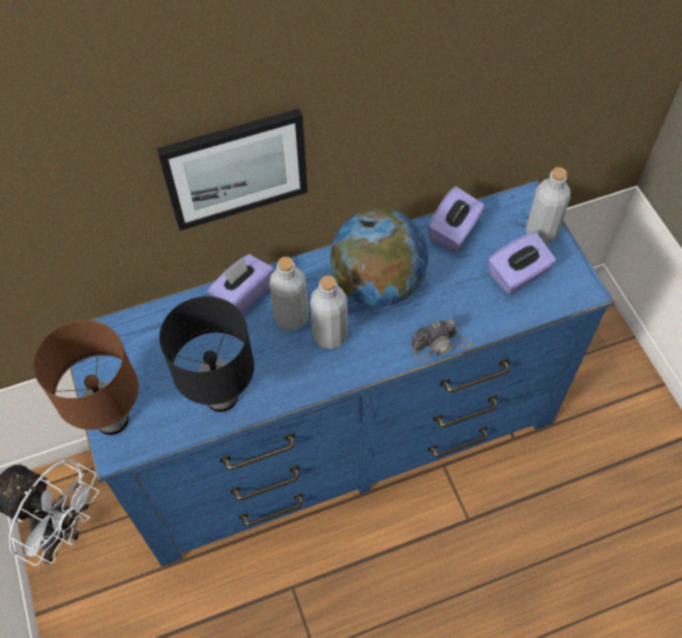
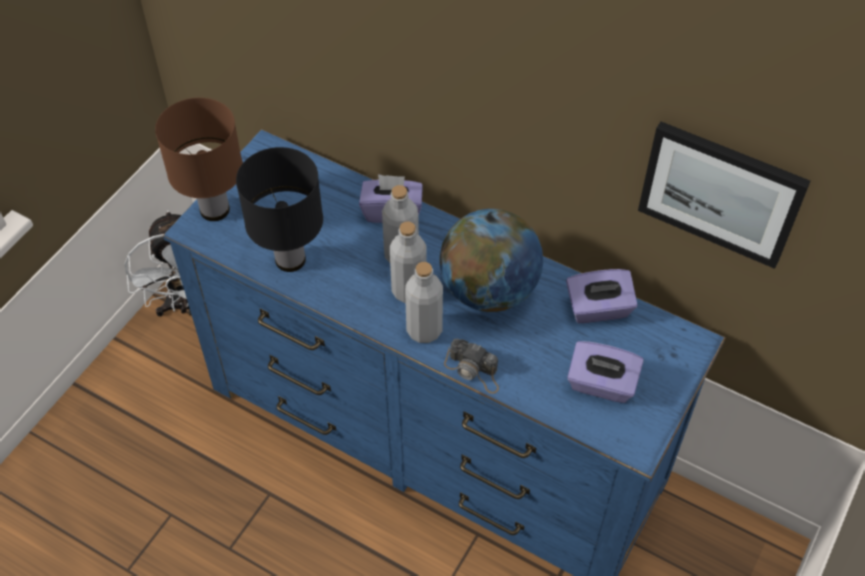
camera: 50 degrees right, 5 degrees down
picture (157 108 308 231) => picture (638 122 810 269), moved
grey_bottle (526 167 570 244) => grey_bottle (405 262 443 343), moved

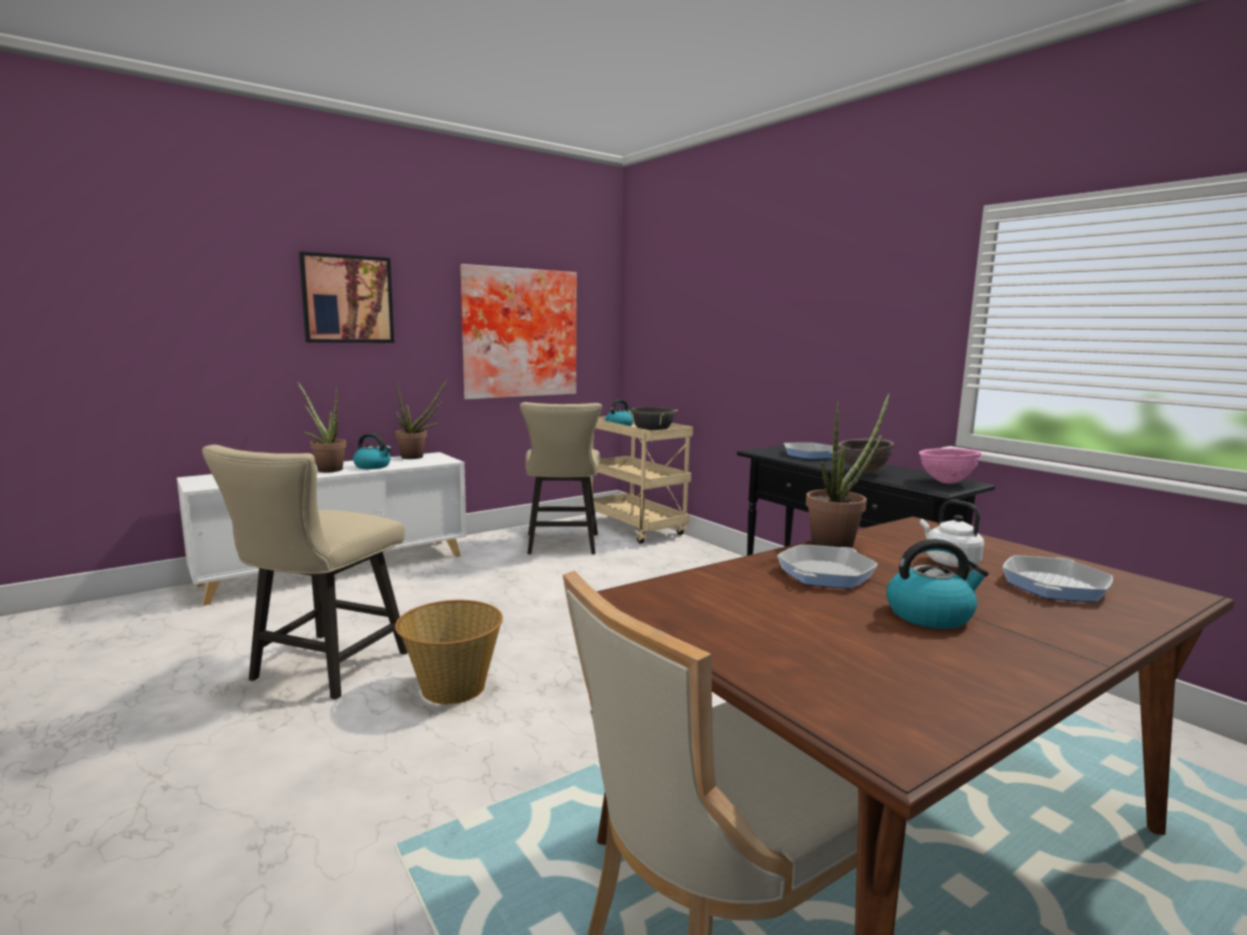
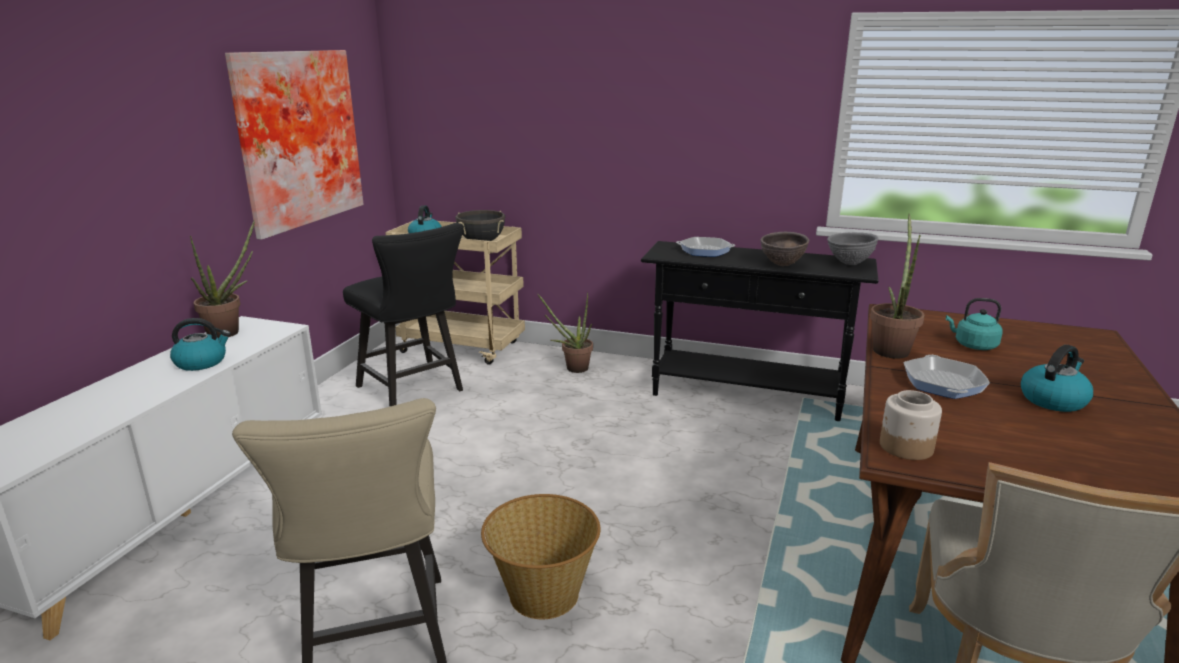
camera: 35 degrees left, 10 degrees up
picture (299 252 394 343) => nothing
potted_plant (297 381 347 473) => potted_plant (538 292 593 373), moved
beige_chair (520 402 602 554) => black_chair (343 223 464 407)
pink_bowl (919 448 982 484) => grey_bowl (827 232 878 265)
white_kettle (920 500 984 567) => turquoise_kettle (946 298 1003 350)
frying_pan (1002 555 1113 602) => nothing
nothing => jar (880 390 942 460)

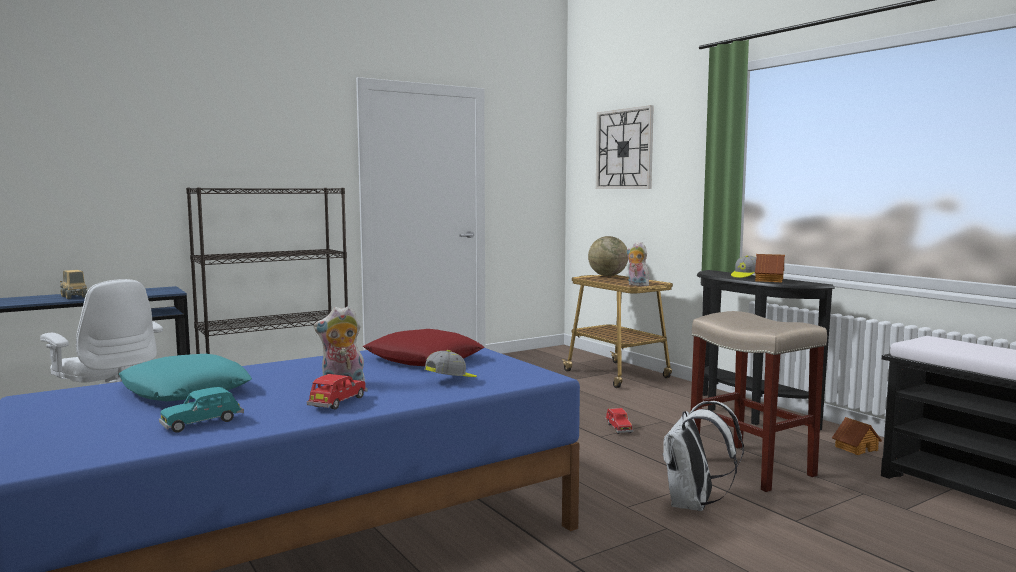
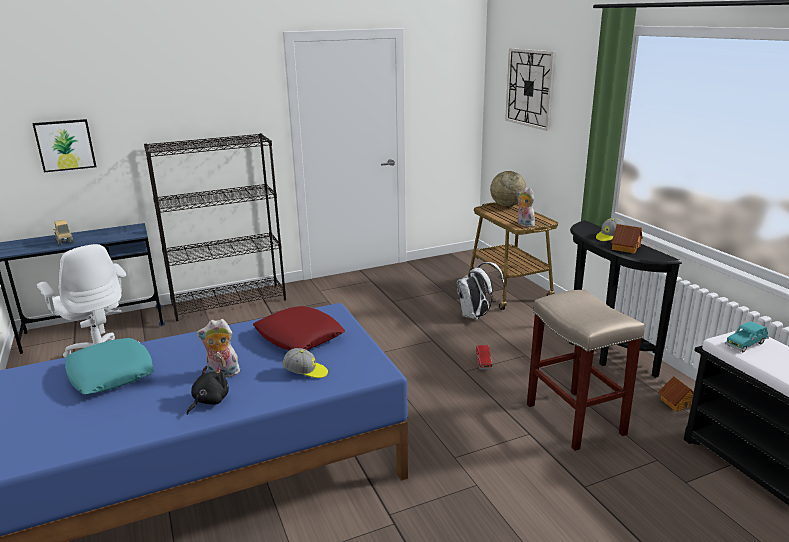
camera: 10 degrees right, 15 degrees up
cap (424 350 477 377) => cap (282 348 328 378), 45 degrees clockwise
red_toy_car (307 374 367 409) => black_plush_toy (187 366 229 415)
turquoise_toy_car (159 387 244 433) => turquoise_toy_car (725 321 769 352), moved
white_backpack (663 401 744 511) => white_backpack (457 262 505 320), moved
nothing => picture (33 119 97 172)

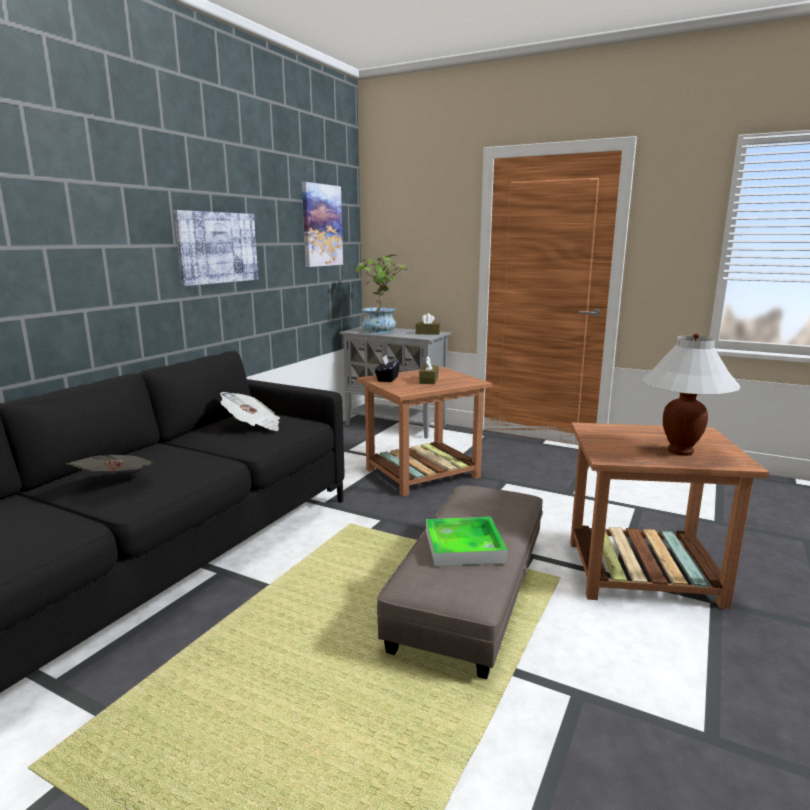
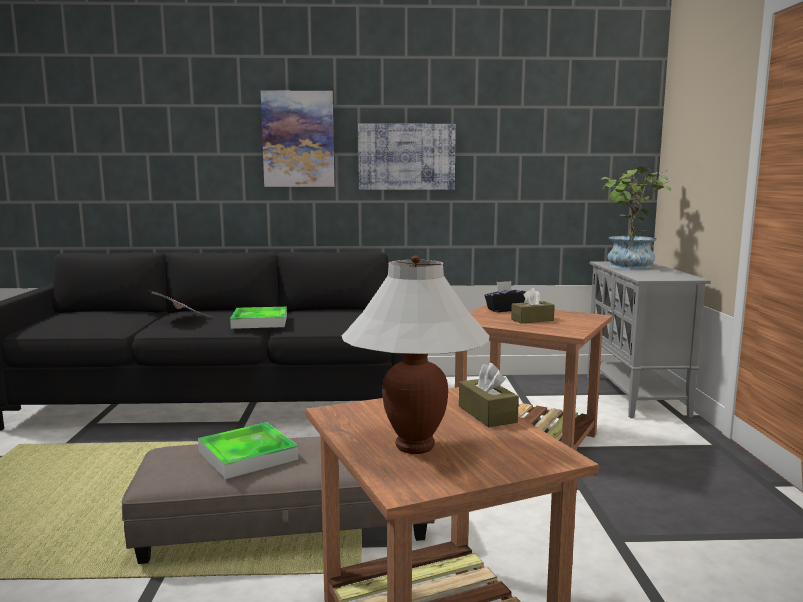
camera: 60 degrees right, 5 degrees down
picture (302 182 343 267) => picture (261 90 334 187), moved
brown_tissue_box (415 313 440 335) => brown_tissue_box (459 363 519 427), moved
newspaper (220 392 280 431) => nothing
nothing => tray (230 307 287 329)

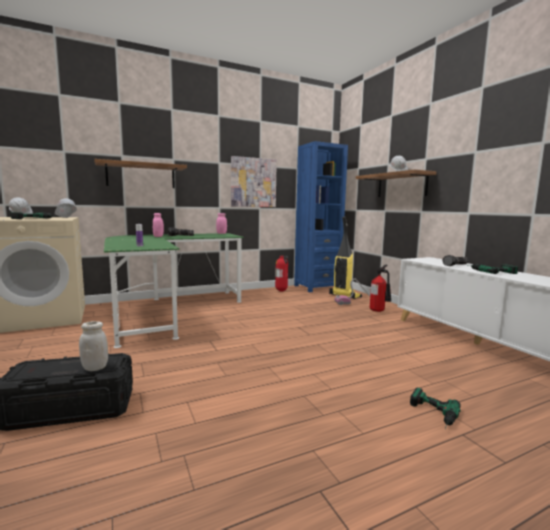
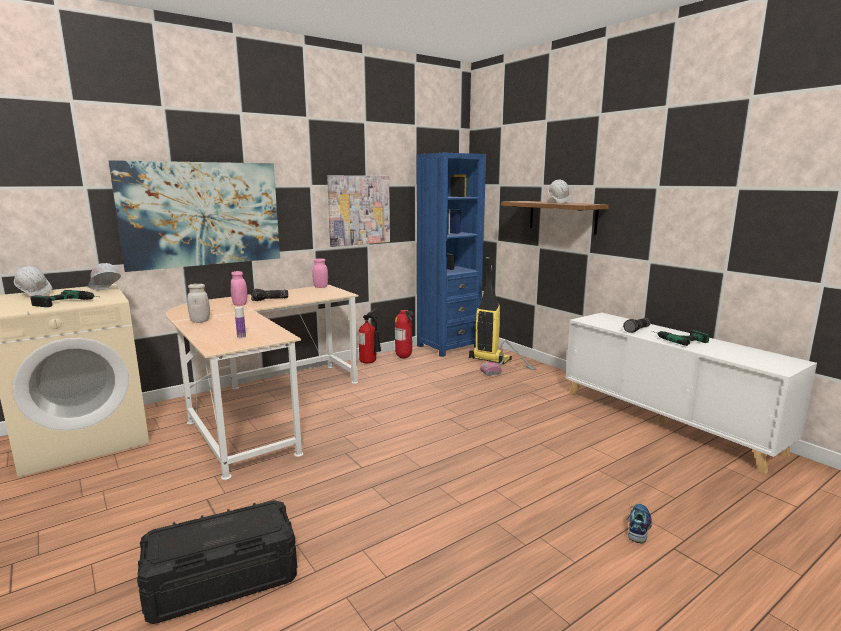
camera: 10 degrees left, 5 degrees up
shelf (94 159 187 188) => picture (109 160 280 272)
green_desk (104 233 244 348) => beige_desk (166 285 358 480)
fire_extinguisher (370 265 391 312) => fire_extinguisher (358 308 381 364), moved
white_jar (79 321 108 371) => white_jar (187 284 210 323), moved
power_drill (410 387 461 429) => shoe (627 504 652 544)

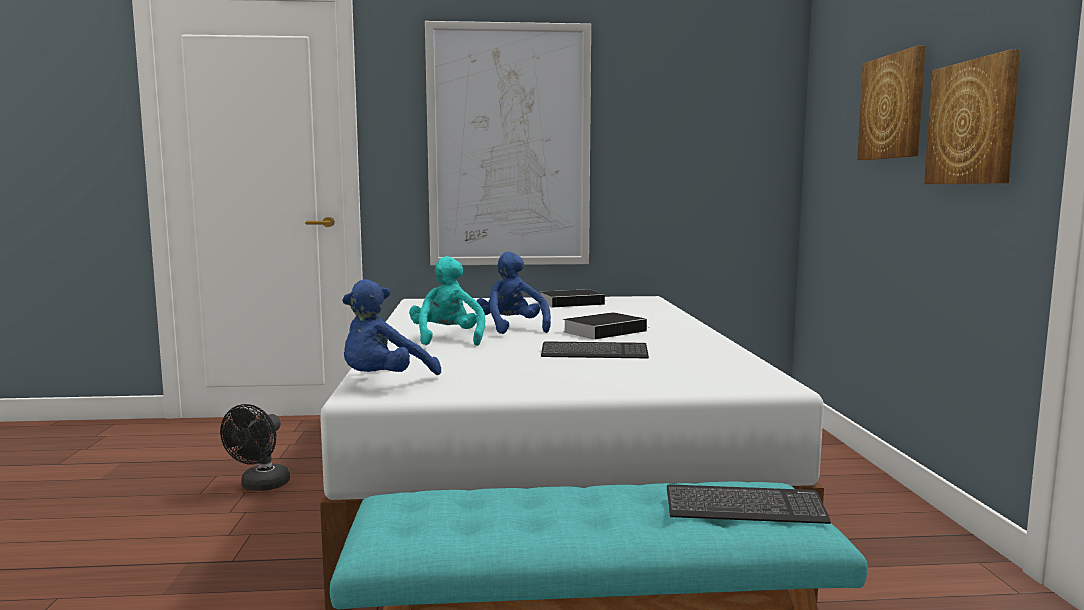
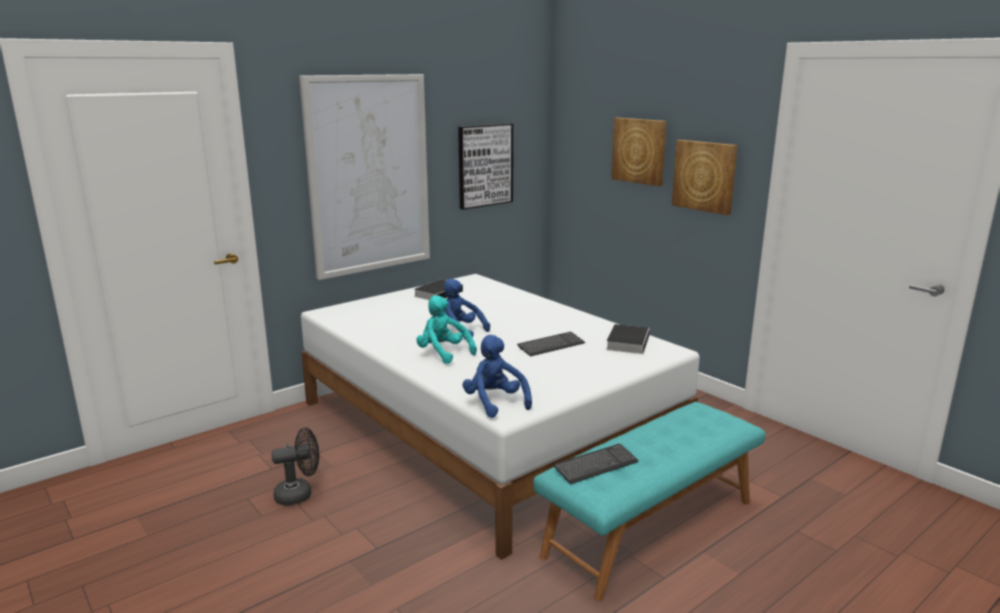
camera: 35 degrees left, 10 degrees up
blue_plush_toy (342 279 441 375) => blue_plush_toy (462 335 532 418), 150 degrees clockwise
book (563 312 648 340) => book (606 324 650 354), moved
black_fan (220 404 290 491) => black_fan (271 428 319 506), 90 degrees counterclockwise
keyboard (667 484 831 524) => keyboard (553 444 639 484), moved
nothing => picture (458 123 513 210)

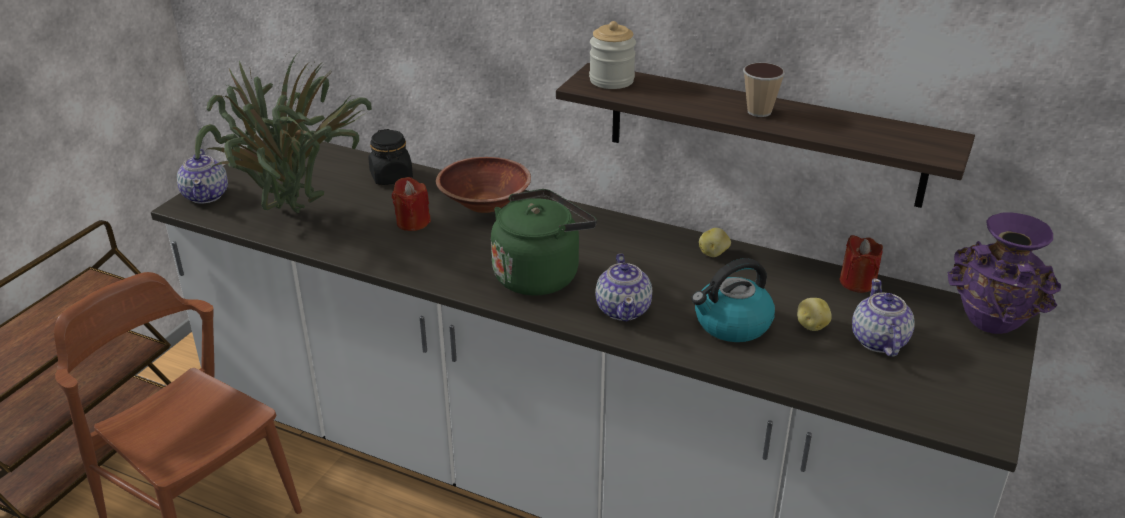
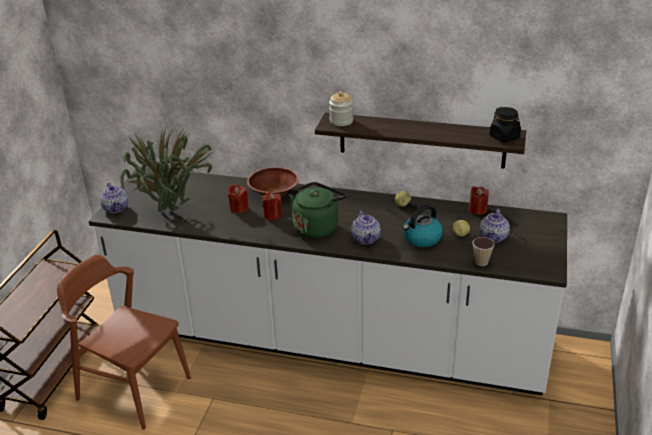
camera: 10 degrees left, 0 degrees up
cup (743 63 785 117) => cup (473 237 495 266), moved
black_jar (368 129 413 185) => black_jar (490 107 521 143), moved
purple_vase (948 212 1061 334) => nothing
teapot (852 279 915 357) => teapot (480 209 510 243), 150 degrees counterclockwise
nothing => red_candle (263 192 282 220)

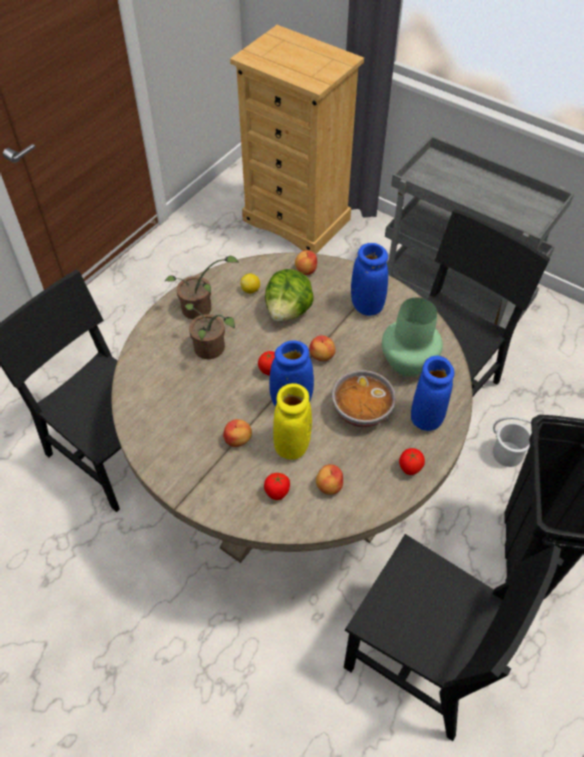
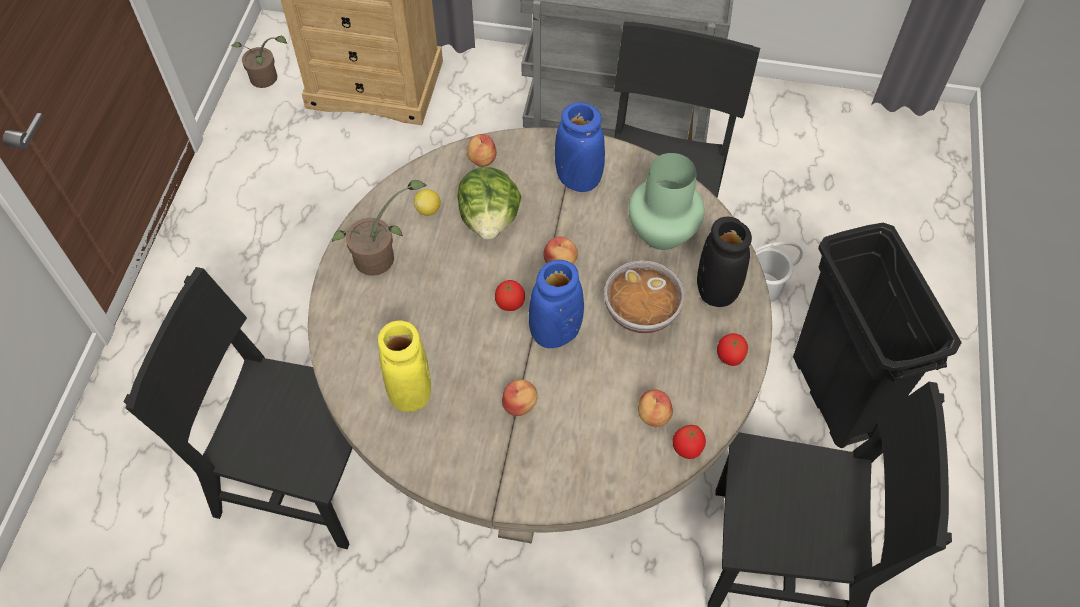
camera: 25 degrees left, 5 degrees up
potted_plant (185 303 235 359) => potted_plant (232 36 287 88), moved
blue_vase (411 356 454 431) => black_vase (697 217 752 307)
yellow_vase (273 383 312 460) => yellow_vase (378 320 431 412), moved
tomato (264 473 290 500) => tomato (672 425 706 459), moved

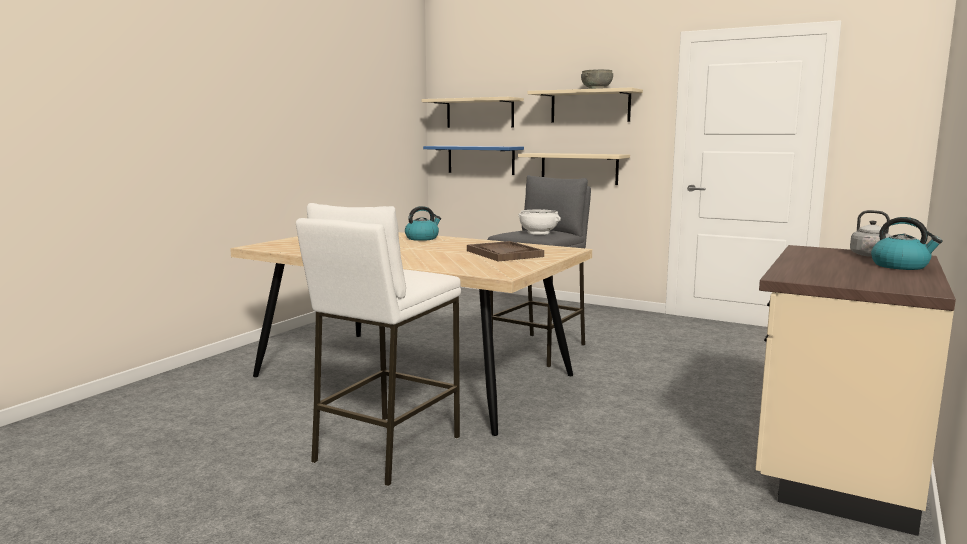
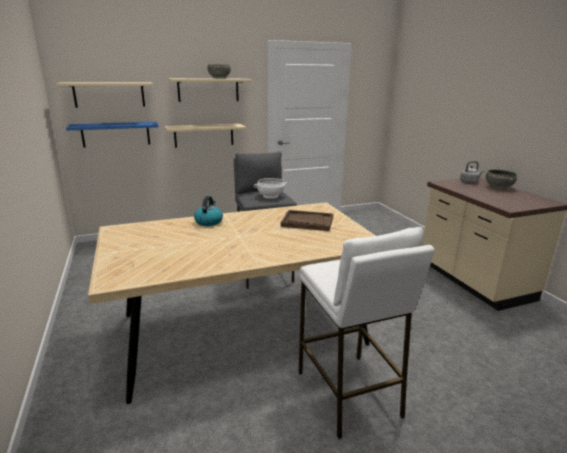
camera: 50 degrees left, 10 degrees up
kettle (871 217 943 270) => grey_bowl (486 170 517 190)

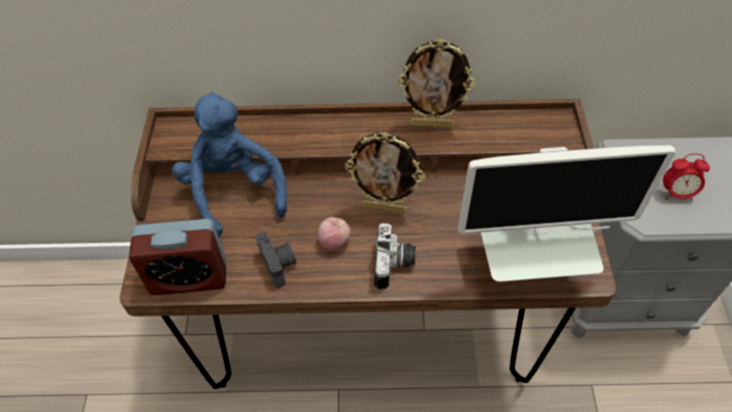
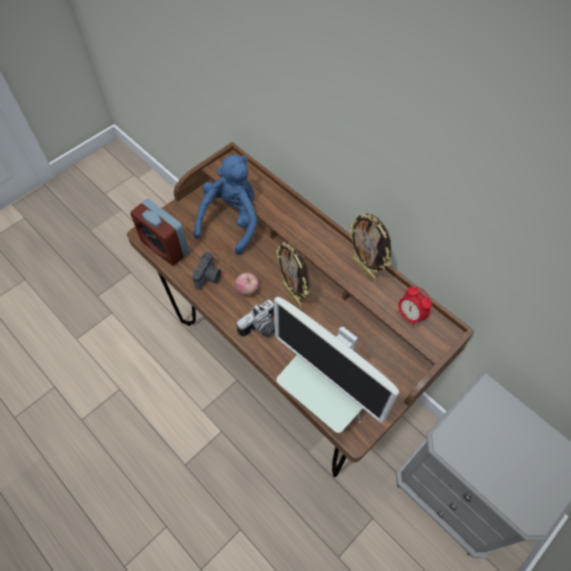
camera: 45 degrees right, 5 degrees up
alarm_clock (663 154 710 201) => alarm_clock (397 287 432 327), moved

